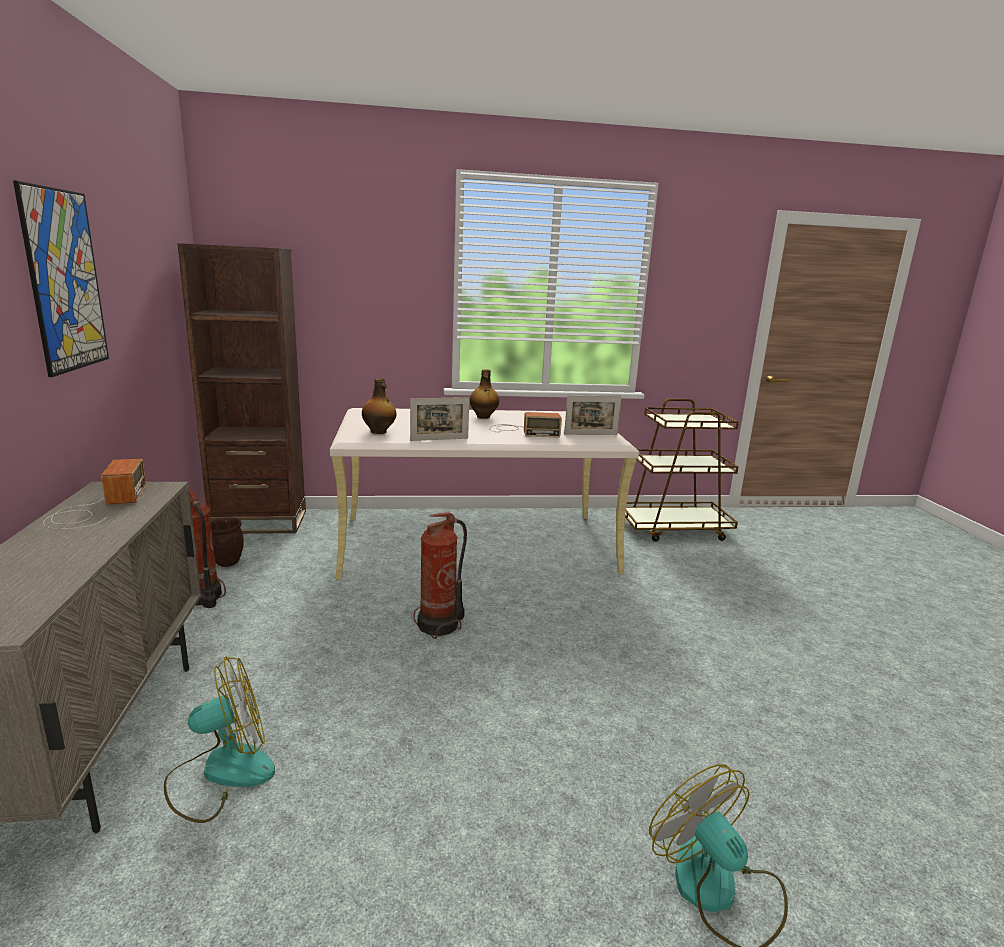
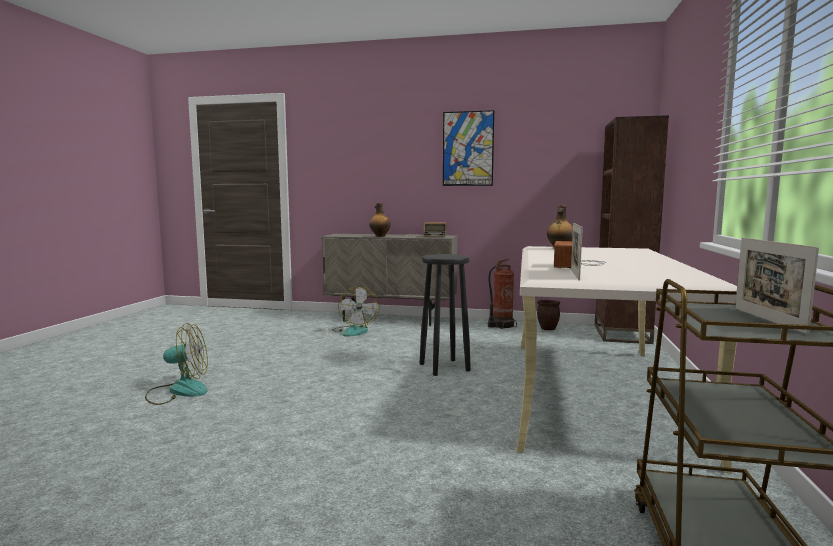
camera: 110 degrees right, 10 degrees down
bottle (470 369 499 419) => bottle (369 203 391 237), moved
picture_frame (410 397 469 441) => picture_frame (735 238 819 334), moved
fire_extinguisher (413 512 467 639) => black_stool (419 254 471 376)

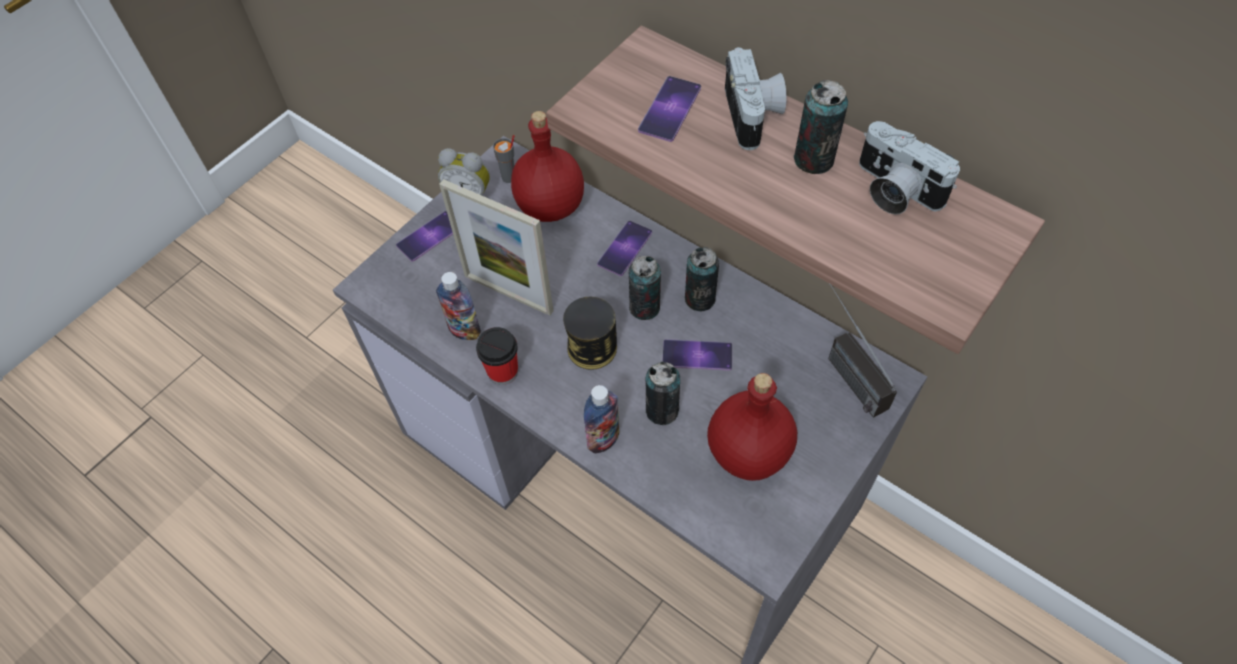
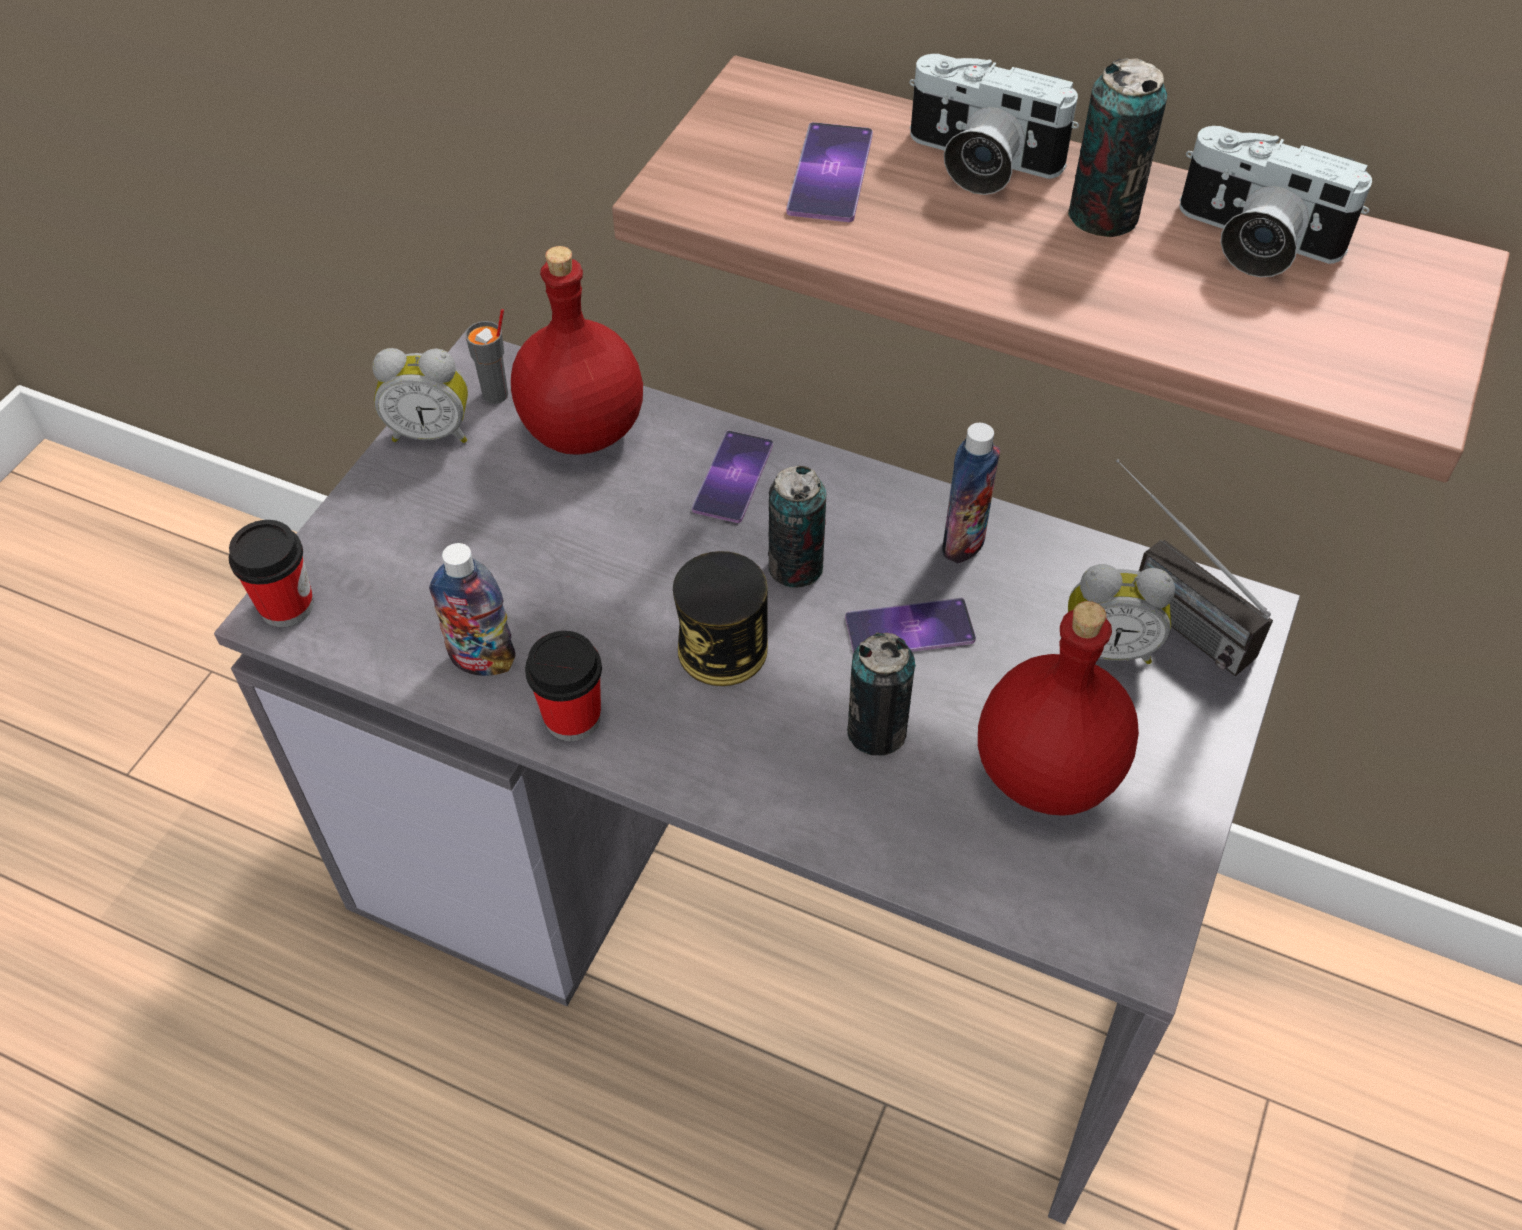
camera: 15 degrees left, 5 degrees down
photo_camera (725 47 787 150) => photo_camera (909 54 1079 195), 135 degrees clockwise
picture_frame (439 179 553 316) => nothing
phone (396 211 453 262) => nothing
can (685 247 719 311) => nothing
bottle (584 385 619 454) => bottle (942 423 1000 563), moved
nothing => cup (229 520 314 627)
nothing => alarm_clock (1068 564 1175 664)

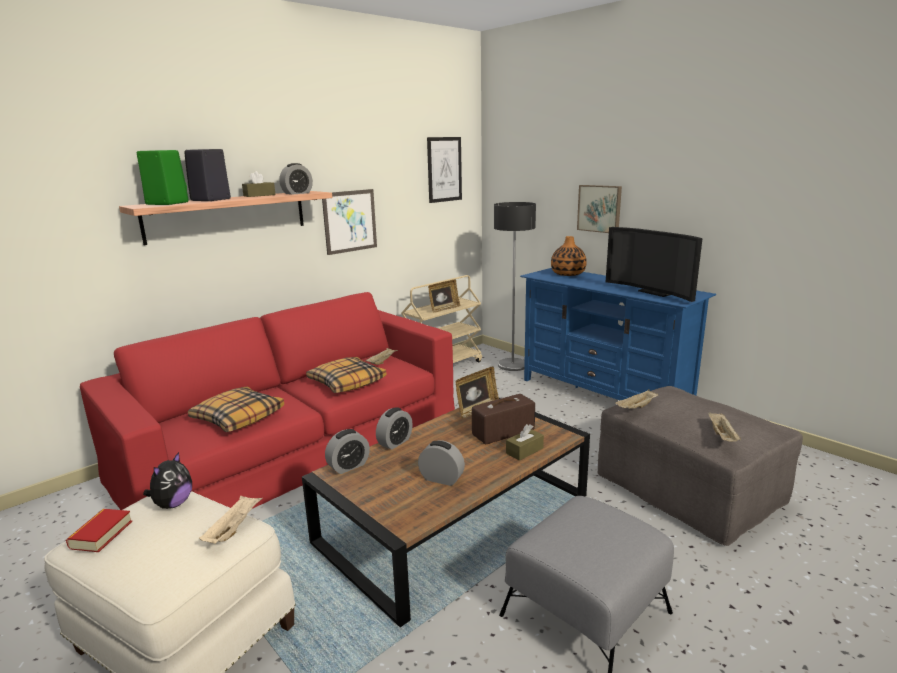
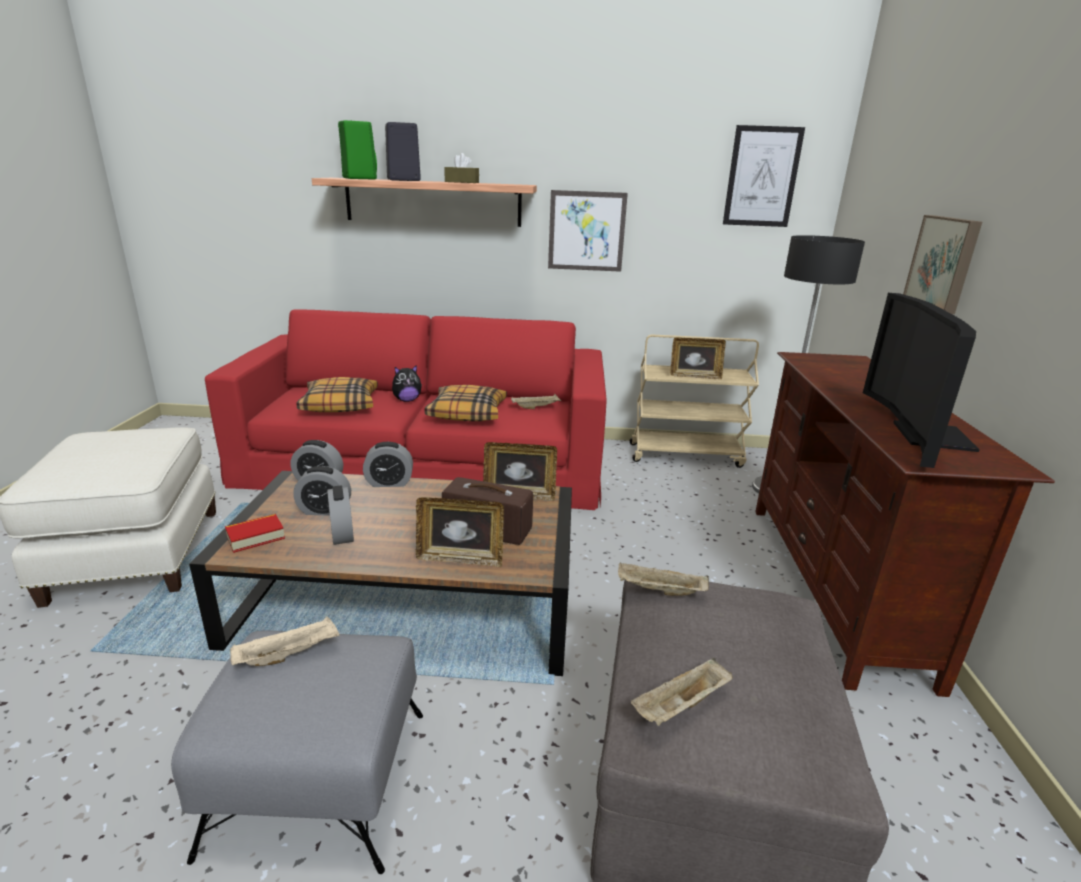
camera: 45 degrees right, 5 degrees up
alarm_clock (279 163 313 195) => alarm_clock (293 466 351 516), moved
vase (551 236 587 276) => nothing
blue_tv_stand (520 268 716 400) => brown_tv_stand (755 352 1055 697)
brown_tissue_box (506 424 544 461) => picture_frame (416 497 504 567)
plush_toy (143 452 192 509) => plush_toy (392 365 422 402), moved
beige_tray (199 496 262 544) => beige_tray (230 616 340 666), moved
book (66 509 132 552) => book (225 514 285 553), moved

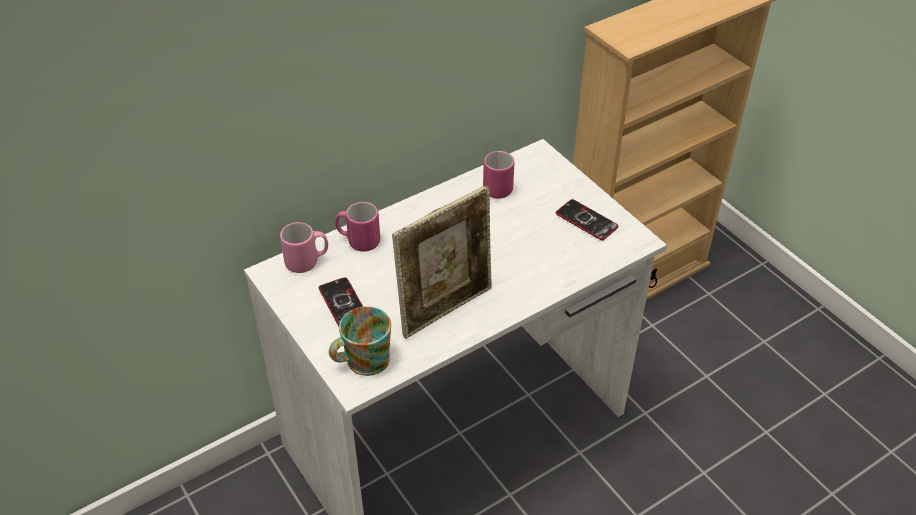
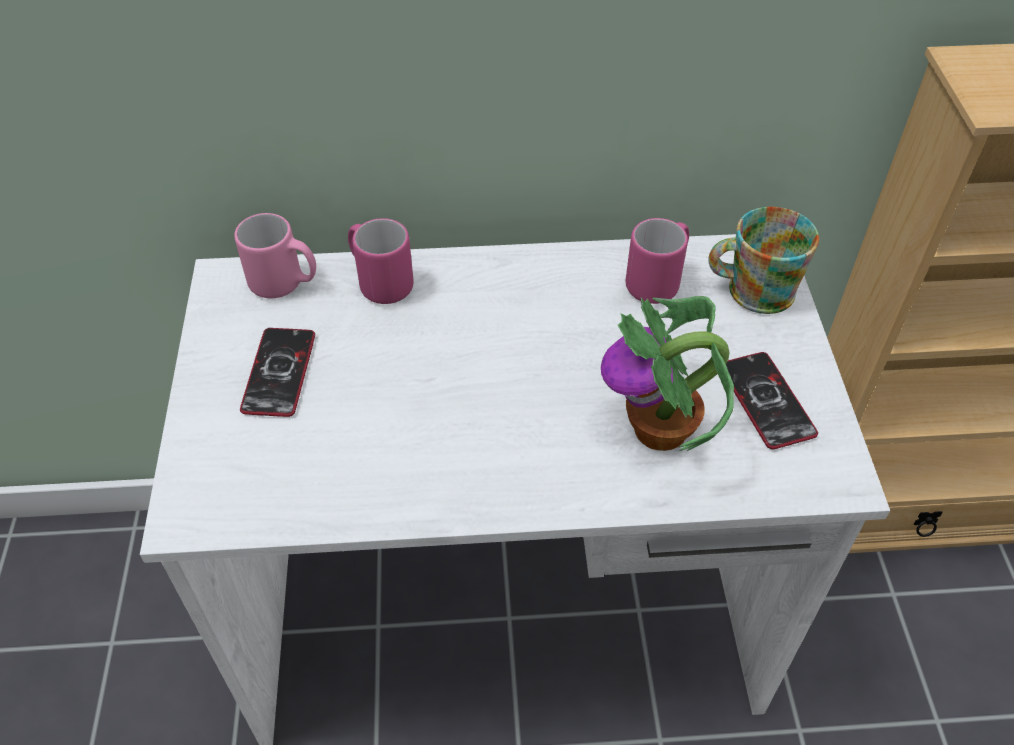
camera: 30 degrees right, 5 degrees up
picture_frame (392 185 492 339) => nothing
mug (329 306 391 376) => mug (709 207 819 314), moved
nothing => potted_plant (601 296 734 451)

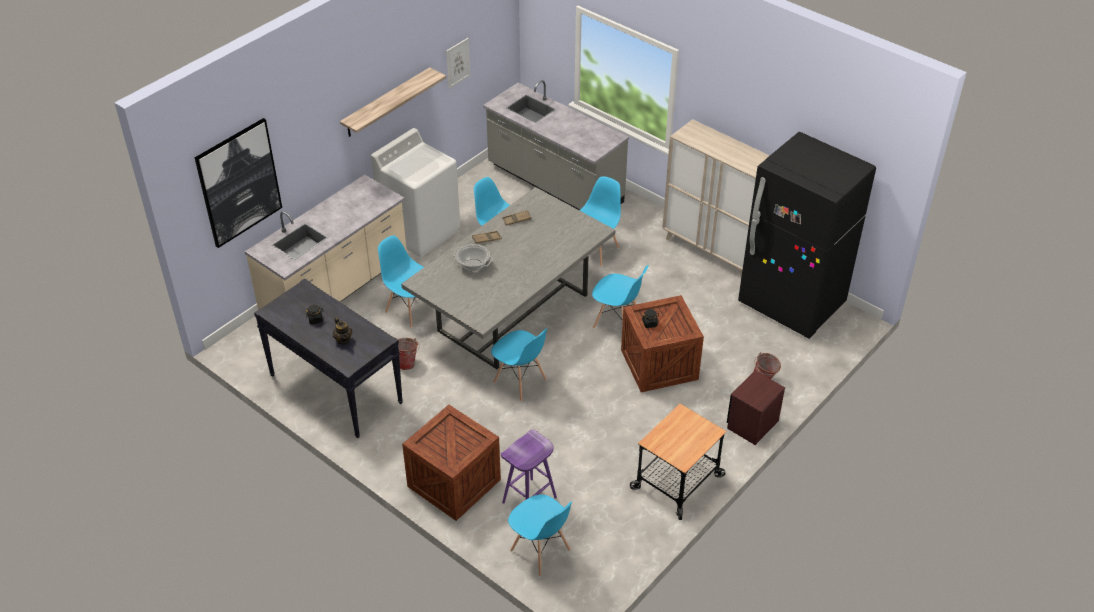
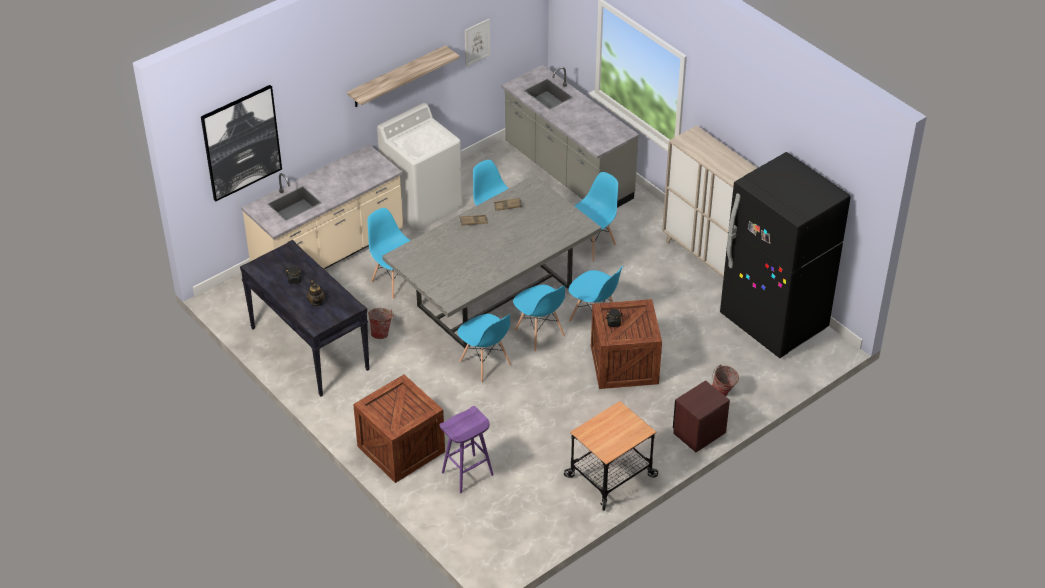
camera: 10 degrees right, 0 degrees up
cooking_pot (453 244 493 271) => nothing
blue_chair (508 494 572 576) => blue_chair (513 285 565 352), moved

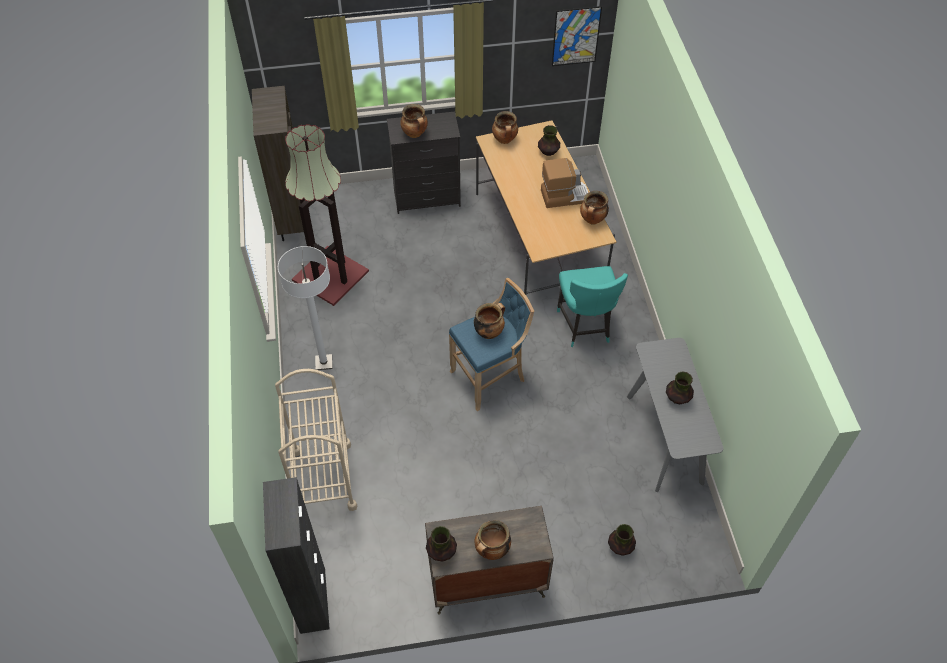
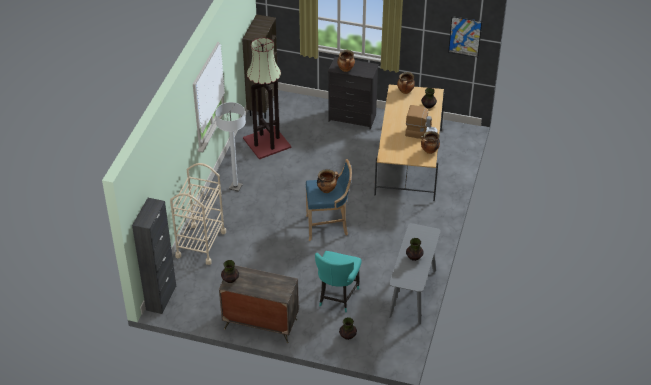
camera: 25 degrees right, 10 degrees down
turquoise_chair (557 266 628 347) => turquoise_chair (315 251 362 312), moved
cooking_pot (475 520 511 560) => nothing

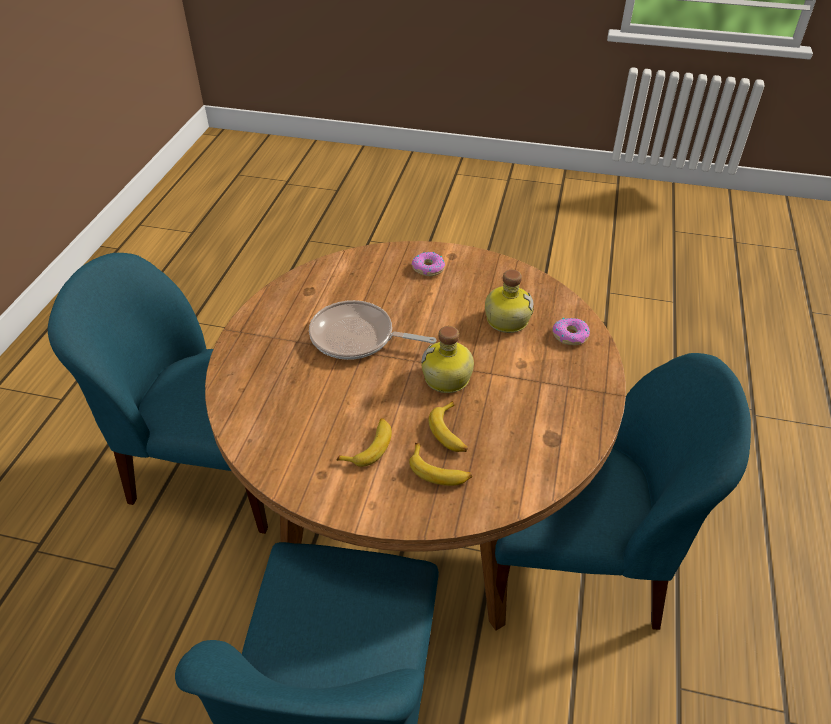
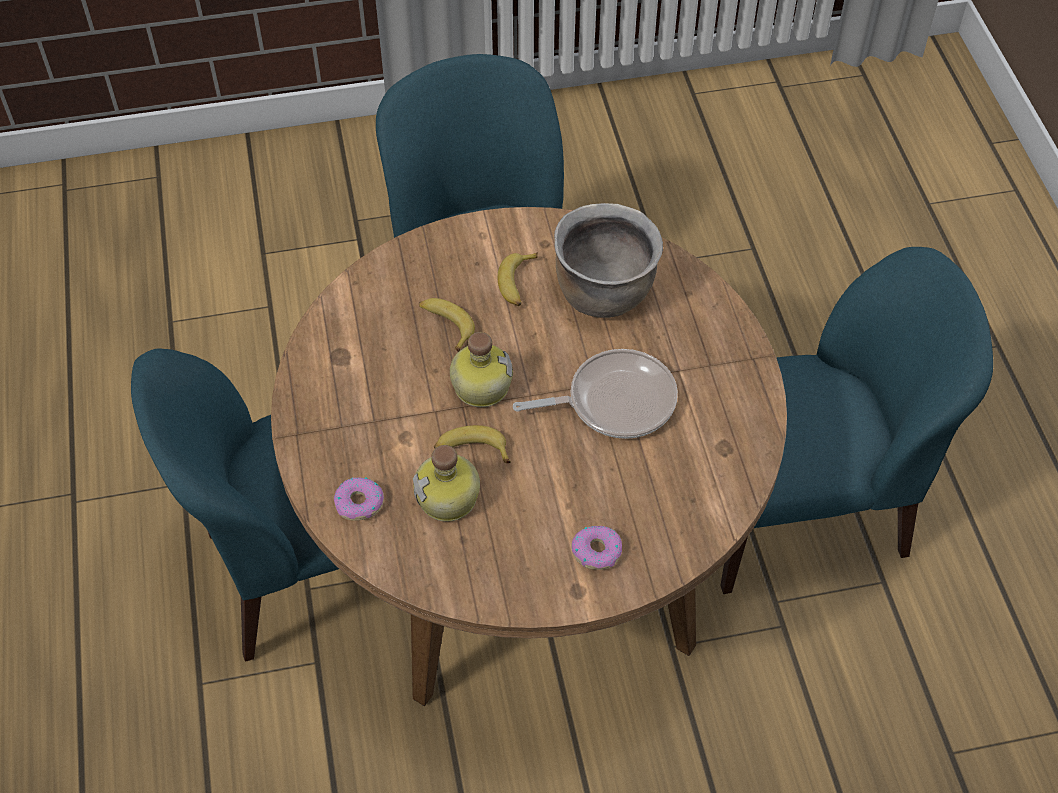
camera: 155 degrees right, 10 degrees up
banana (409 443 472 486) => banana (434 425 511 463), moved
nothing => brown_cooking_pot (554 203 663 318)

